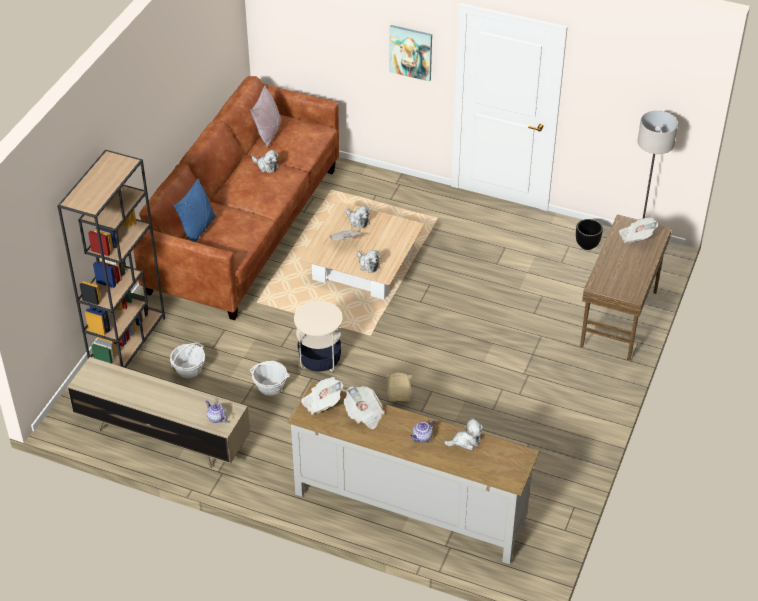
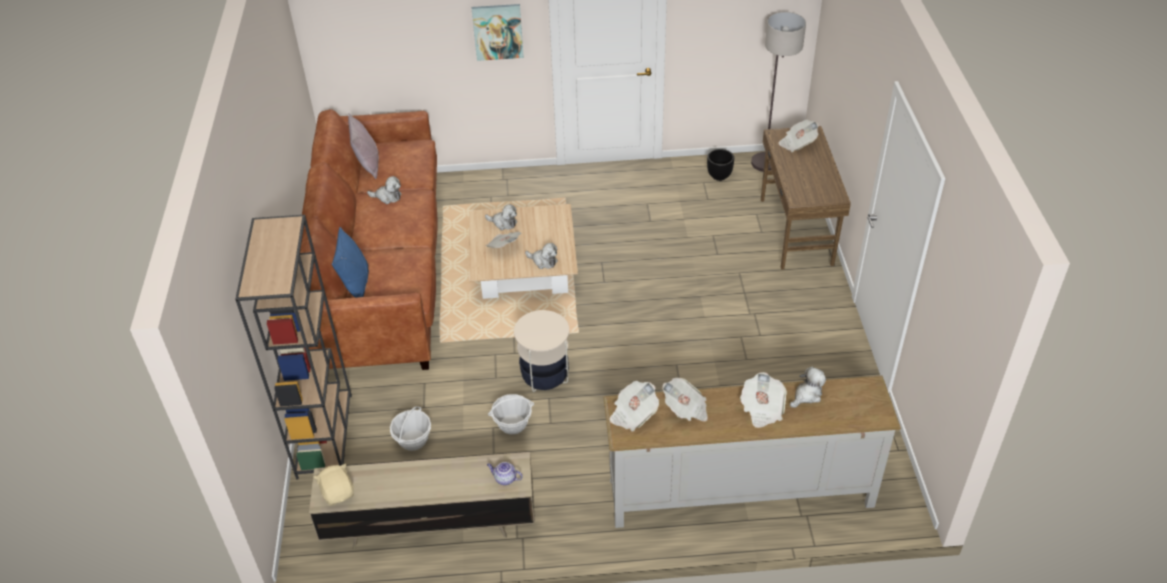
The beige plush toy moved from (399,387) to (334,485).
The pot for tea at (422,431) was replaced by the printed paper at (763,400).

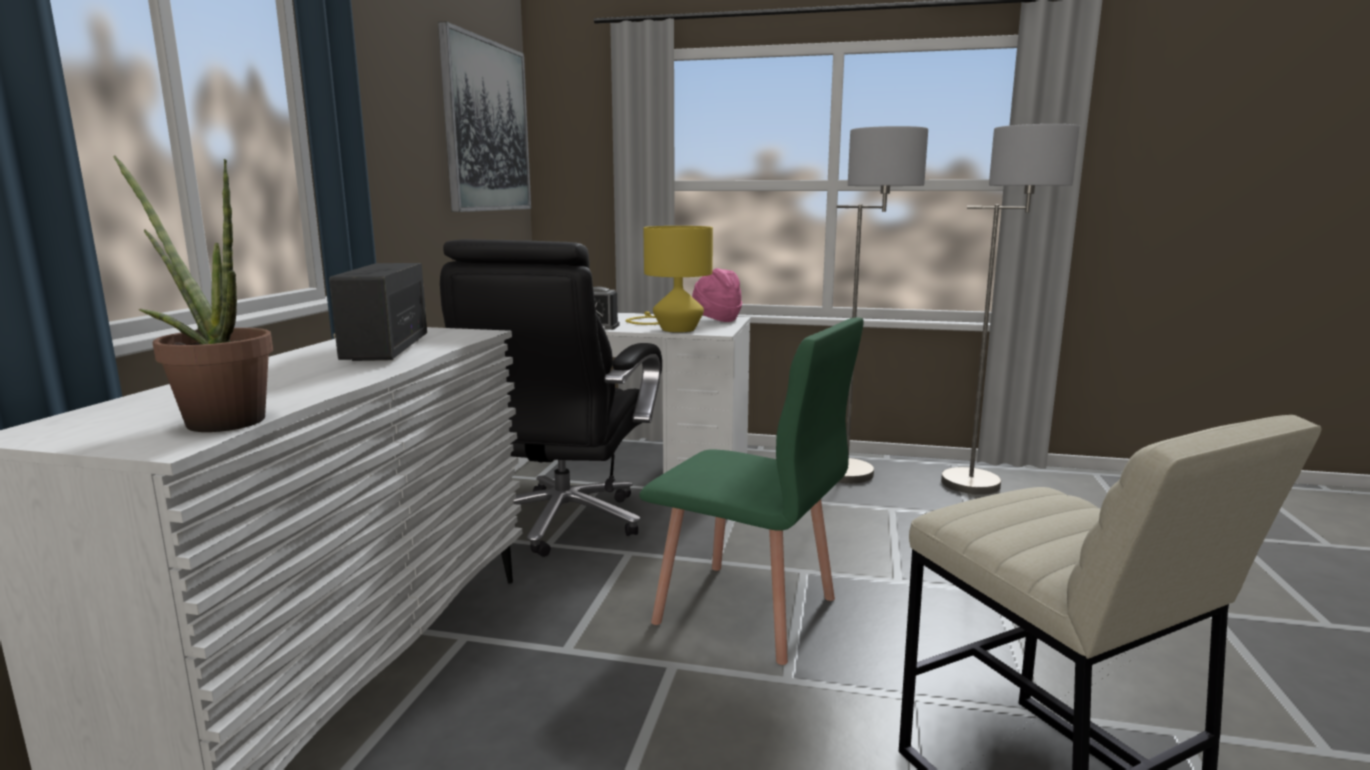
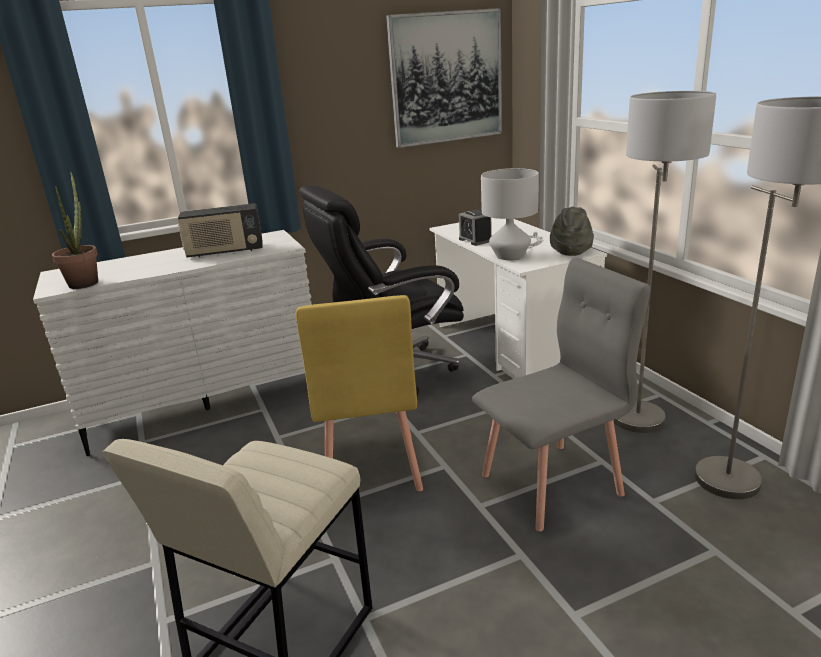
The yellow-coloured table lamp at (669,279) became the grey table lamp at (512,214).
The radio at (378,312) turned 150 degrees counterclockwise.
The pinkish wearable hat at (717,295) became the grey wearable hat at (572,231).
The green-coloured upright chair at (751,491) became the yellow-coloured upright chair at (359,393).
The grey upright chair at (561,395) appeared.

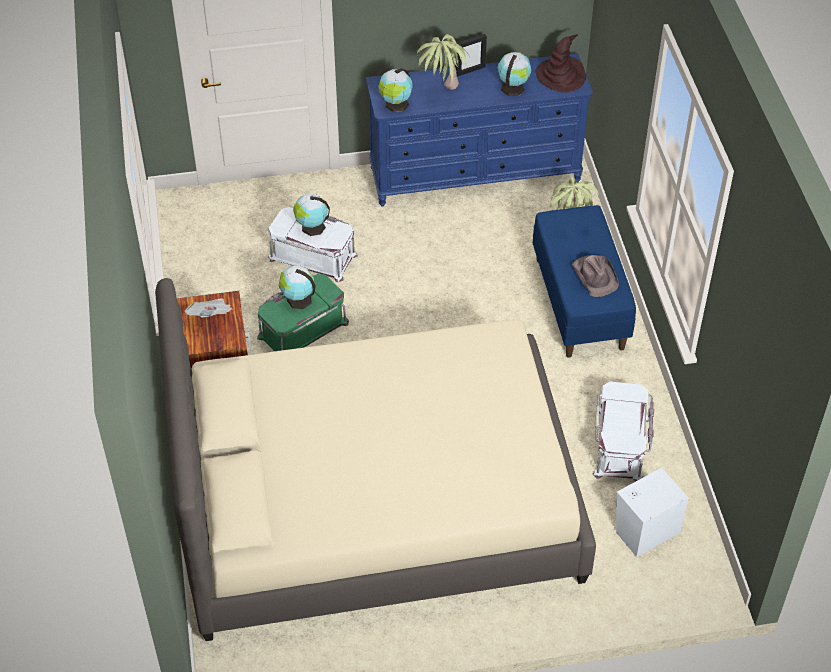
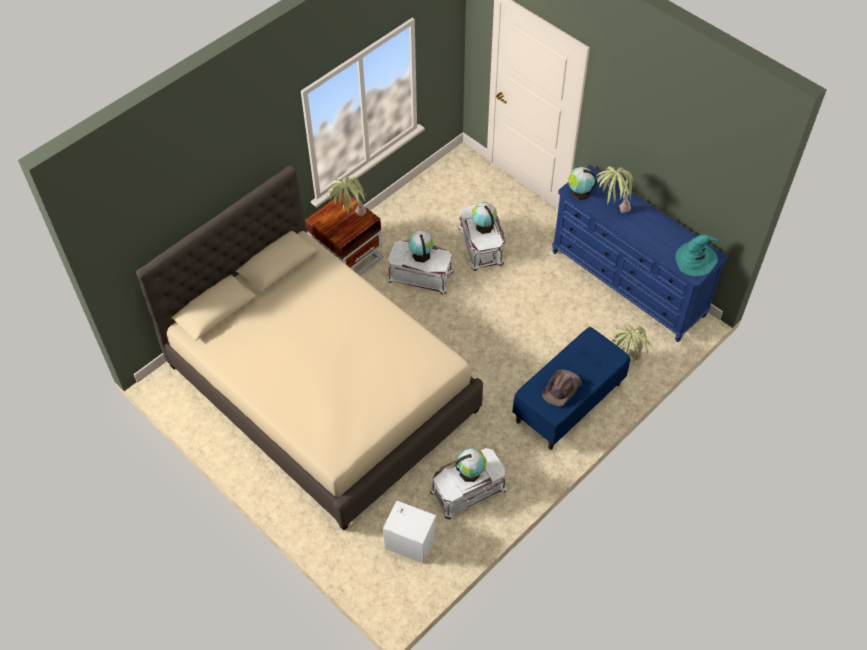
The photo frame at (471,55) disappeared.
The brown wearable hat at (560,63) became the turquoise-coloured wearable hat at (697,255).
The desk globe moved from (515,74) to (471,465).
The green-coloured storage box at (303,312) became the white-coloured storage box at (420,267).
The printed paper at (208,308) was replaced by the potted plant at (347,196).

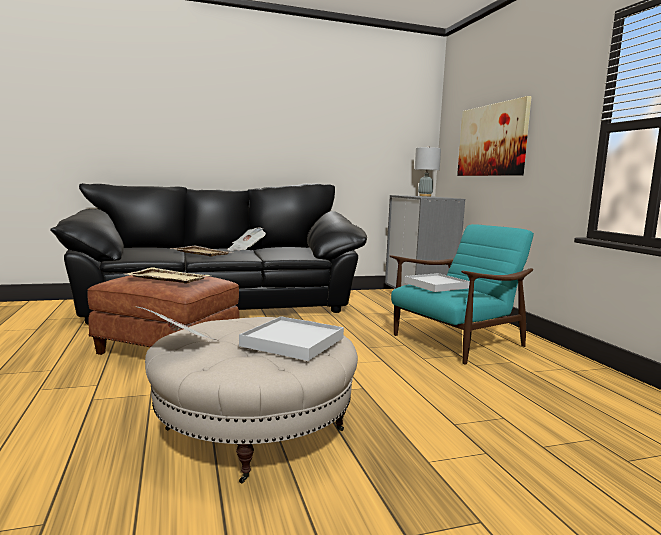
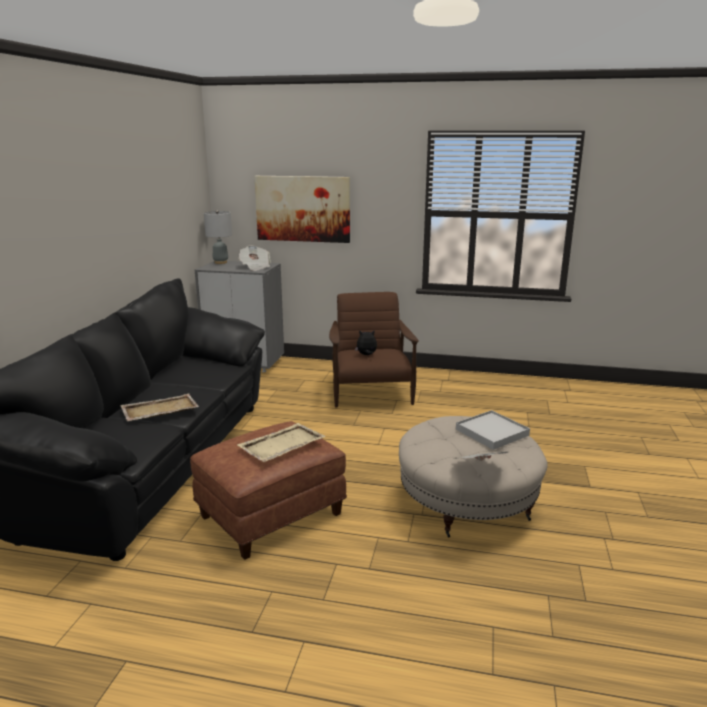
The turquoise-coloured easy chair at (461,294) became the brown easy chair at (374,349).
The printed paper moved from (247,239) to (255,258).
The white-coloured serving tray at (437,282) was replaced by the plush toy at (366,342).

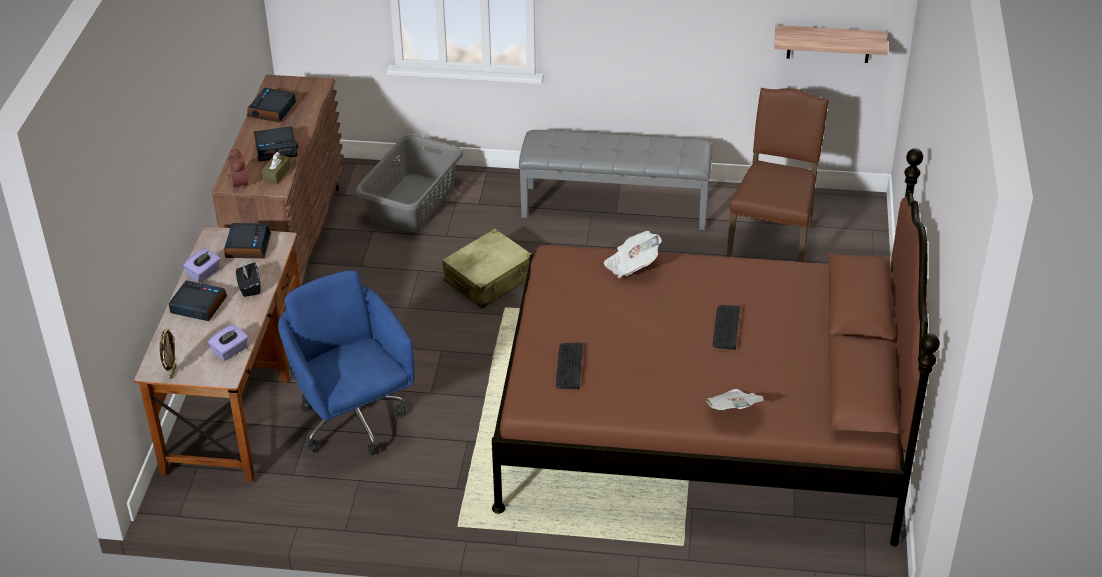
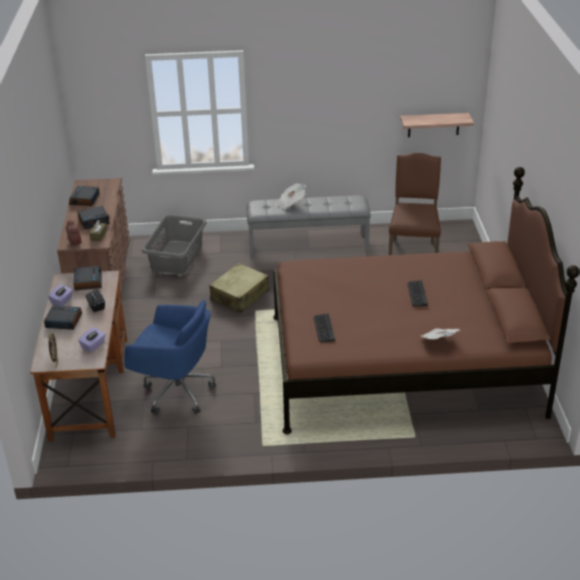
The printed paper moved from (633,254) to (290,196).
The blue computer chair at (346,363) turned 150 degrees clockwise.

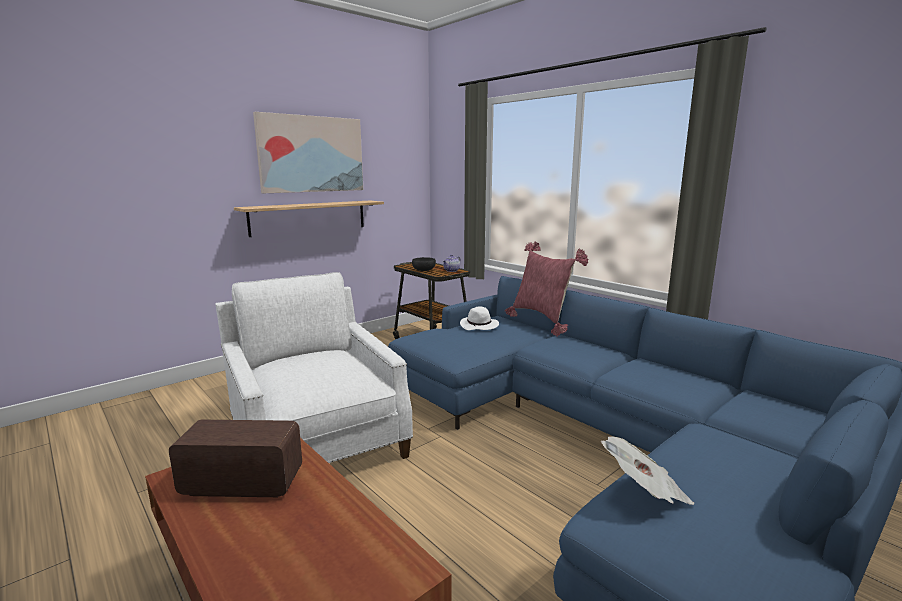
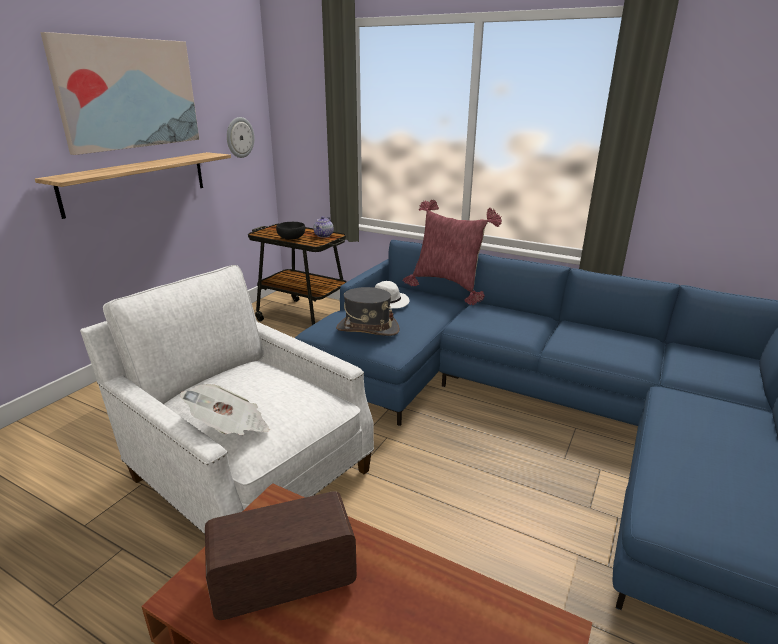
The printed paper moved from (647,470) to (225,409).
The hanging clock at (240,137) appeared.
The grey wearable hat at (368,311) appeared.

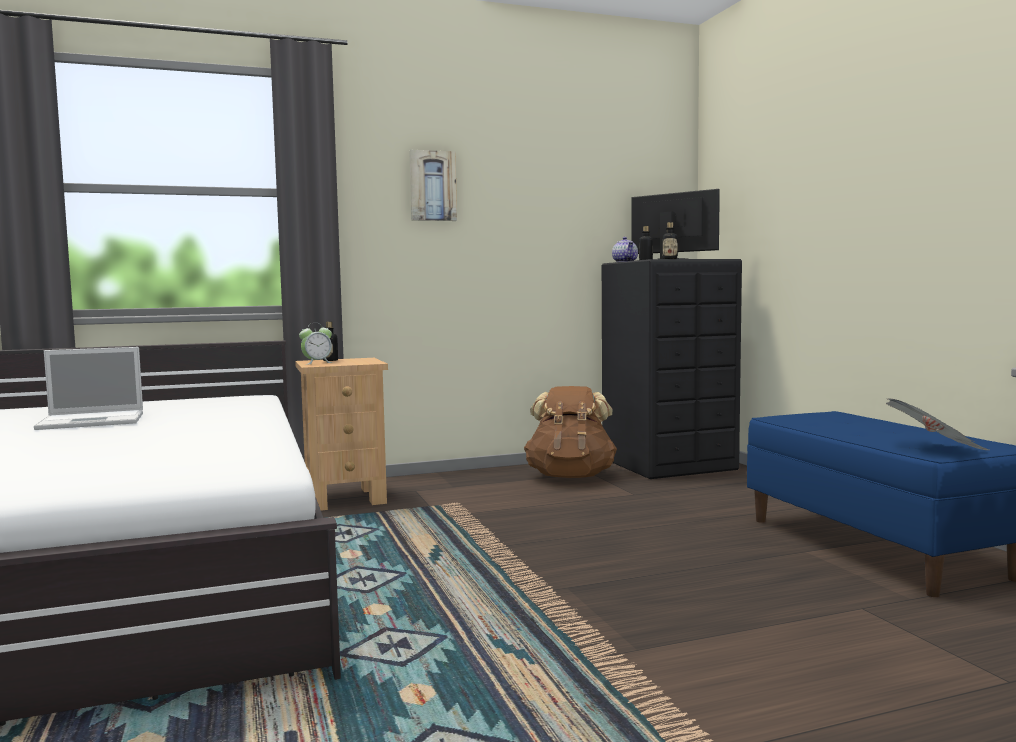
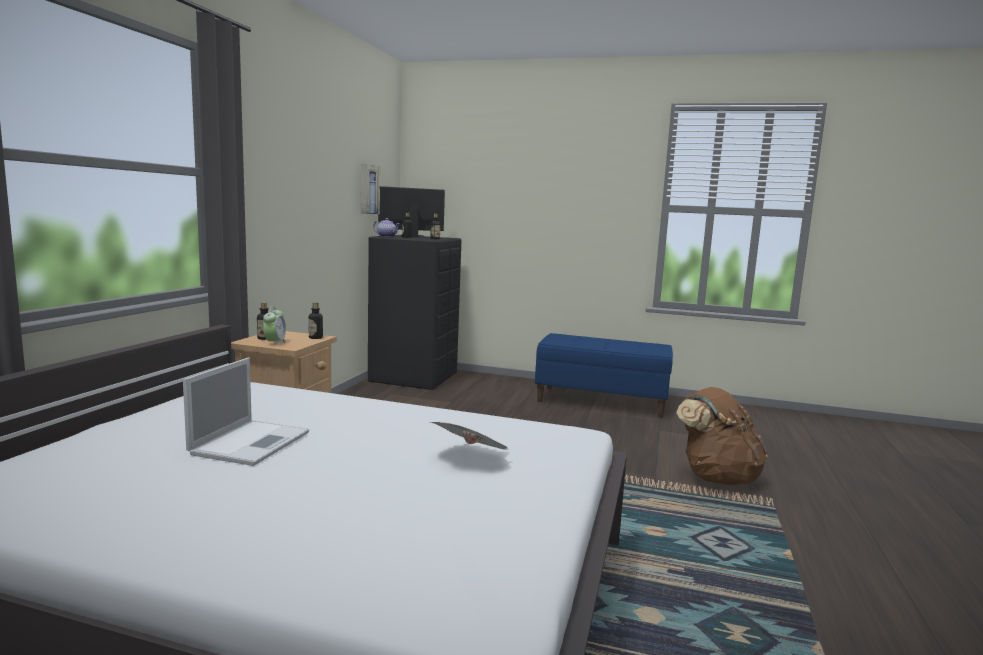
The picture moved from (433,185) to (370,189).
The brown rucksack moved from (570,432) to (722,436).
The printed paper moved from (937,424) to (469,436).
The drink bottle at (315,320) appeared.

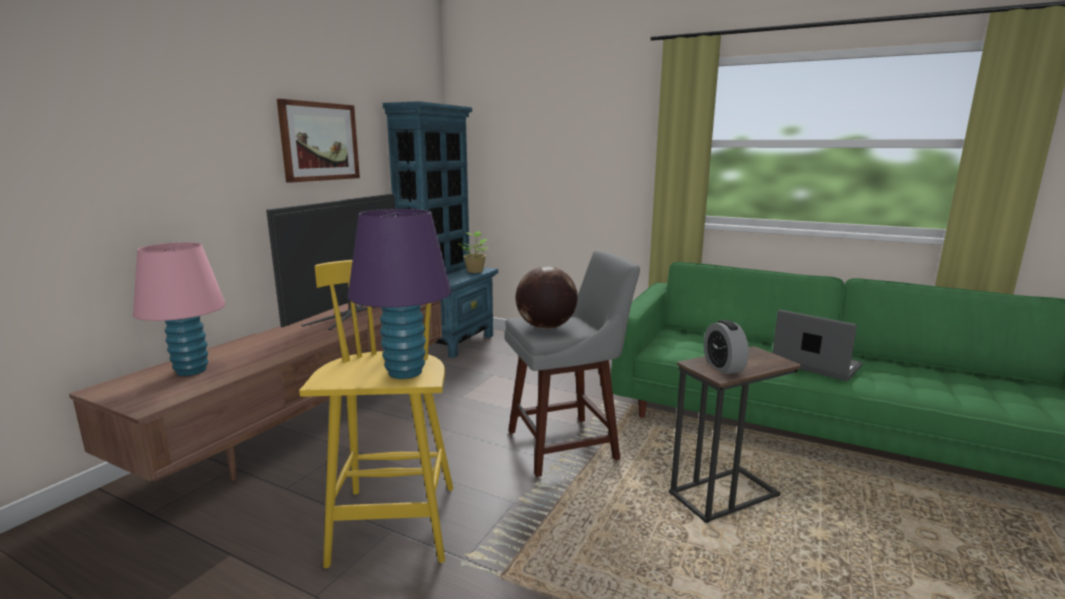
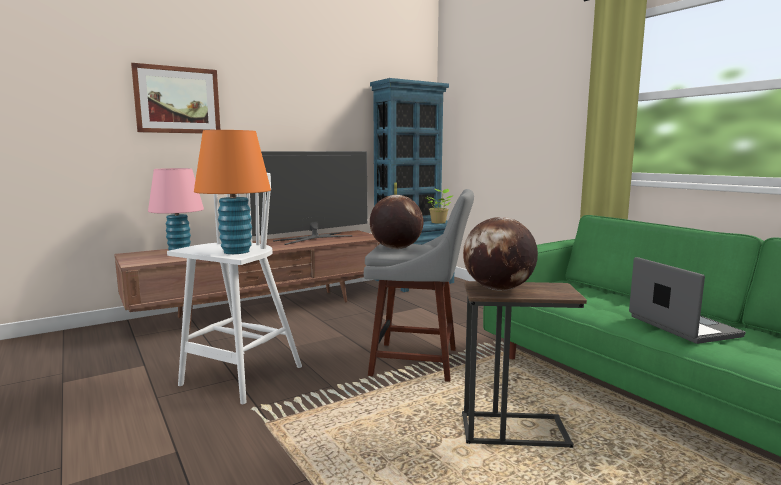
The picture moved from (318,141) to (175,98).
The purple table lamp at (399,294) became the orange table lamp at (232,192).
The yellow-coloured stool seat at (376,414) became the white-coloured stool seat at (234,288).
The table clock at (726,347) was replaced by the desk globe at (500,254).

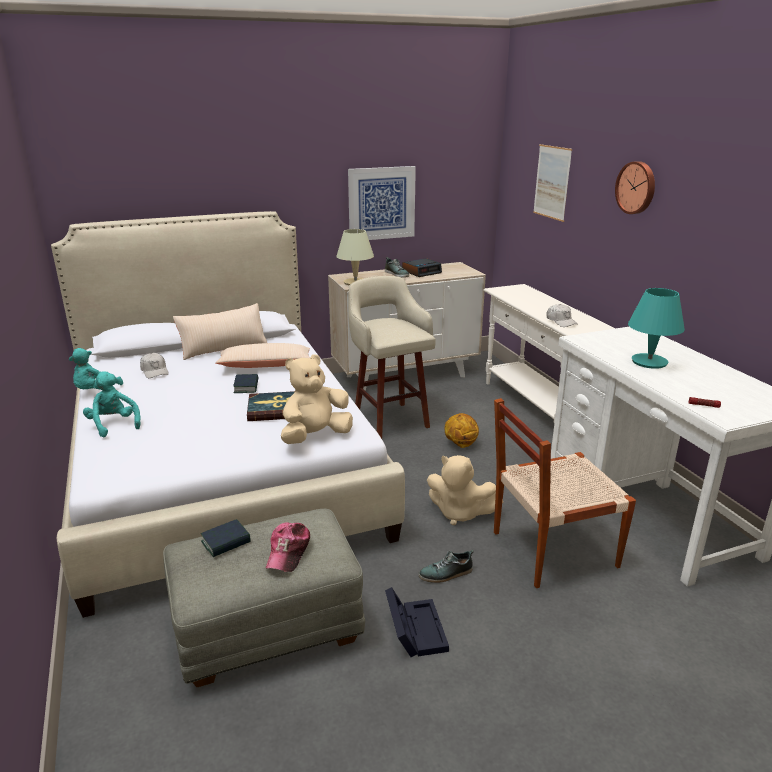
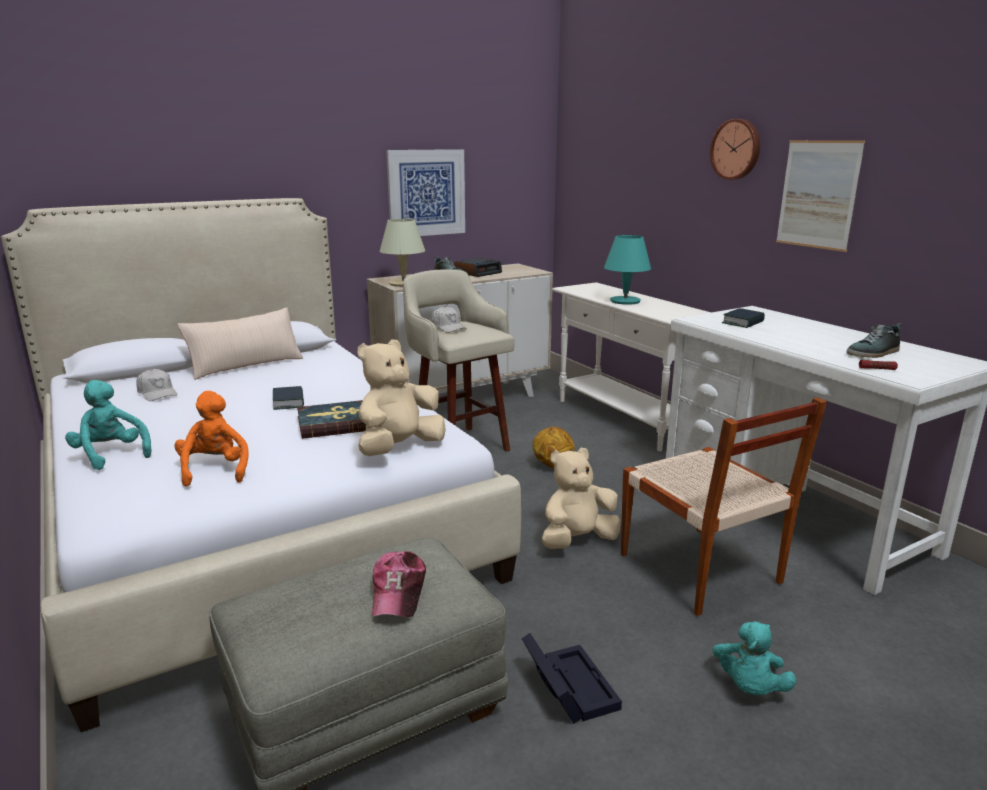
The picture moved from (552,183) to (820,196).
The turquoise-coloured table lamp moved from (656,328) to (627,270).
The white-coloured peaked cap moved from (562,315) to (448,319).
The beige throw pillow at (262,355) disappeared.
The turquoise-coloured plush toy moved from (96,368) to (754,658).
The upright chair at (565,493) turned 90 degrees counterclockwise.
The beige plush toy at (465,490) turned 135 degrees clockwise.
The book moved from (226,538) to (743,318).
The shoe moved from (446,566) to (874,340).
The orange plush toy at (211,439) appeared.

